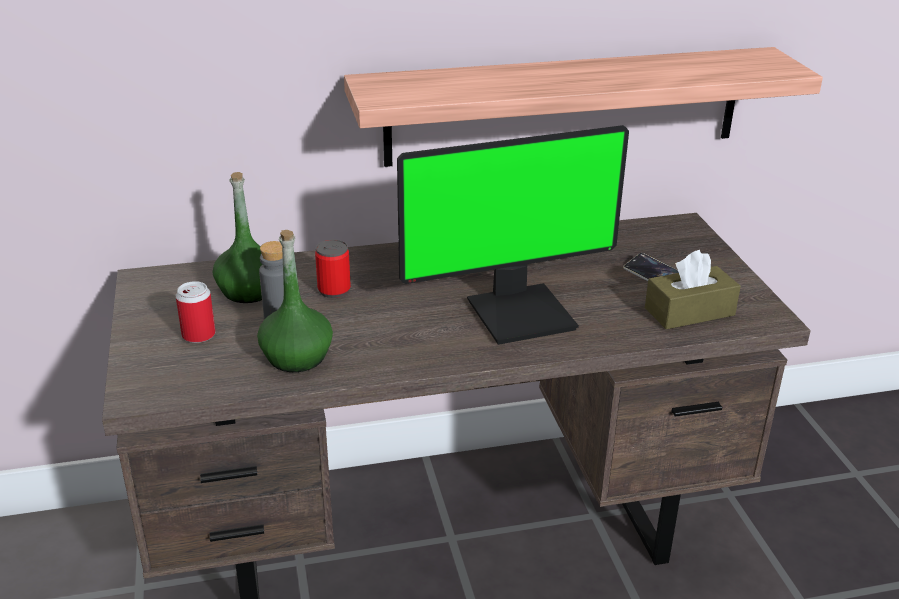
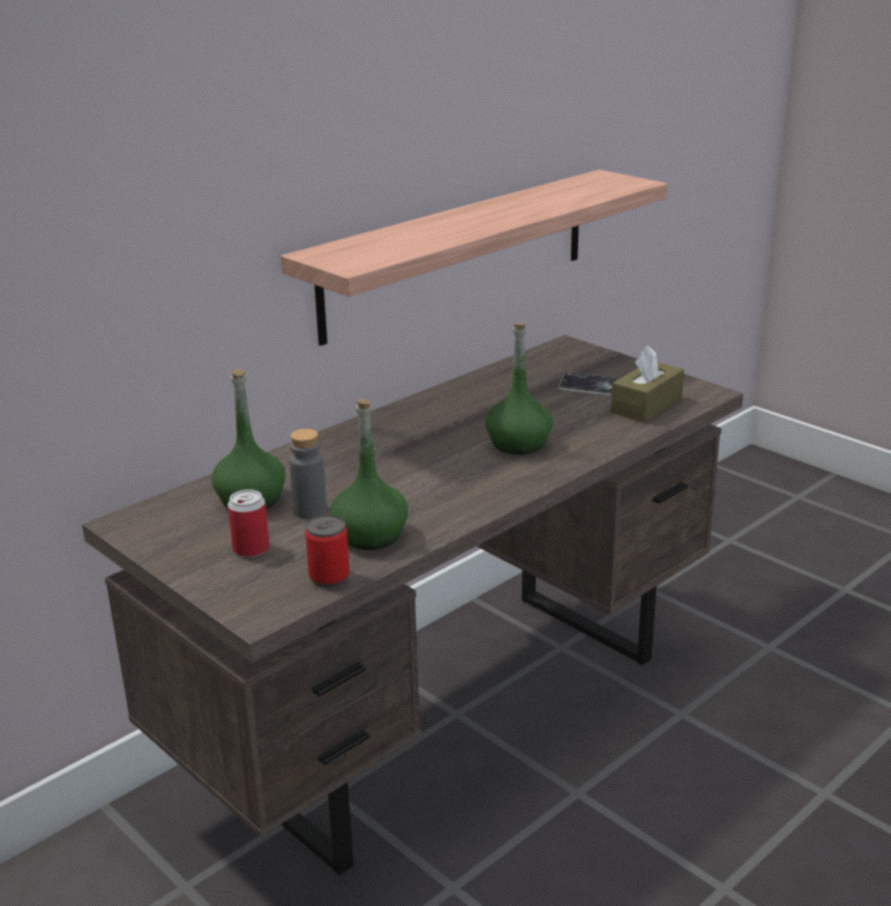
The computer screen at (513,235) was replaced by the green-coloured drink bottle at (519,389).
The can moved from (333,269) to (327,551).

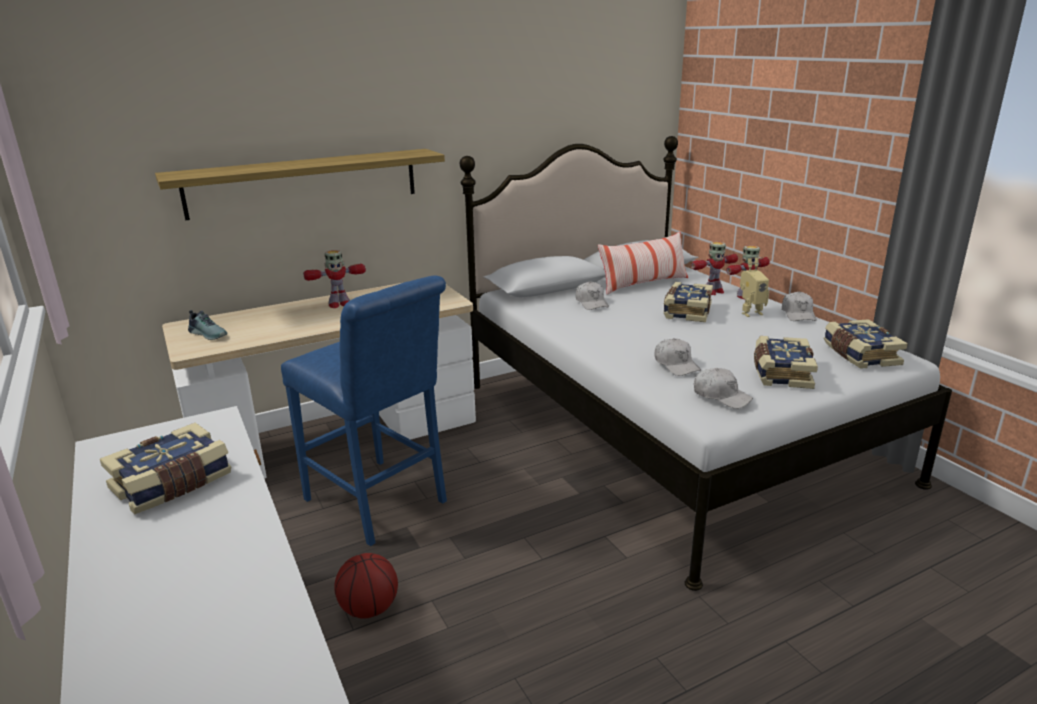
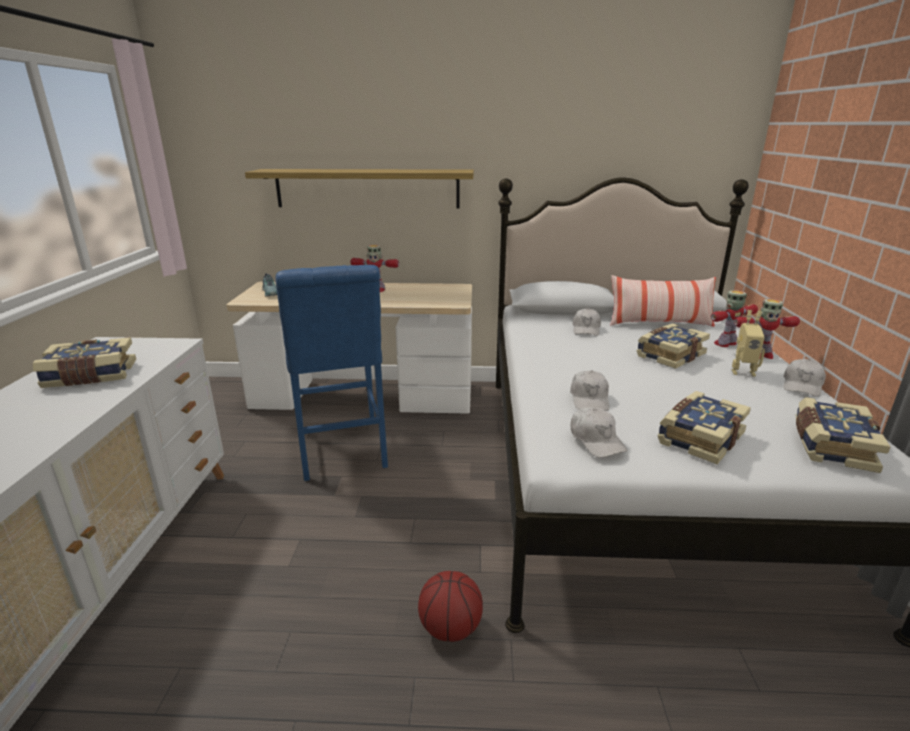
The toy robot at (714,268) turned 150 degrees clockwise.
The ball for basketball moved from (366,586) to (450,606).

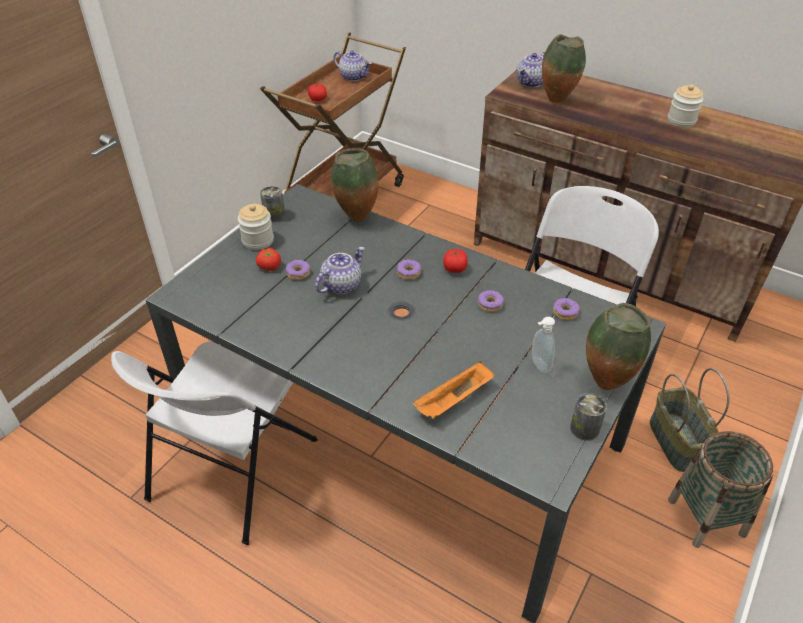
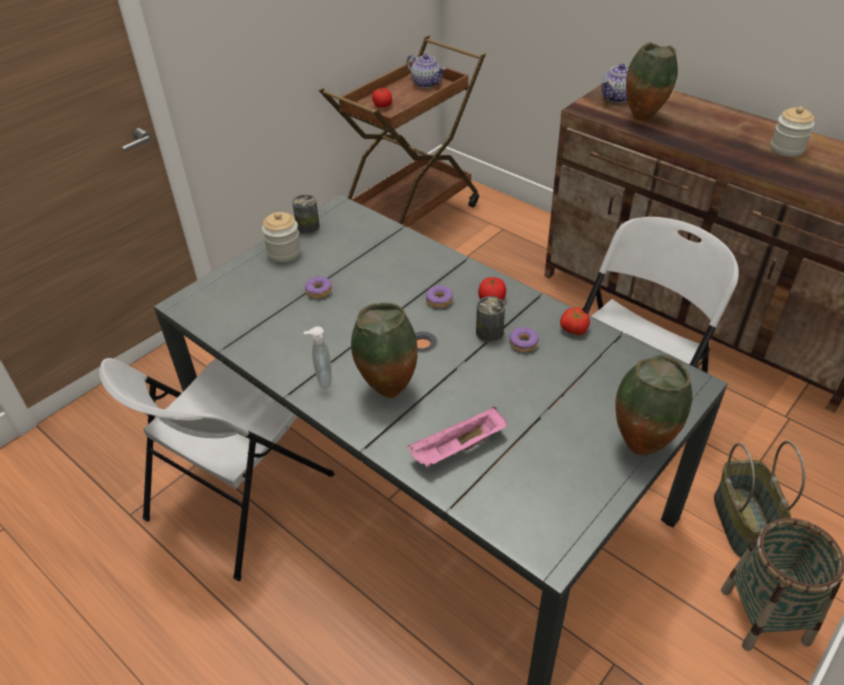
The decorative vase moved from (354,185) to (384,350).
The pot for tea at (340,270) disappeared.
The fresh tomato moved from (268,259) to (575,321).
The doughnut at (566,309) disappeared.
The soap bottle moved from (543,345) to (318,357).
The orange serving tray at (453,390) became the pinkish serving tray at (457,437).
The can moved from (588,417) to (490,319).

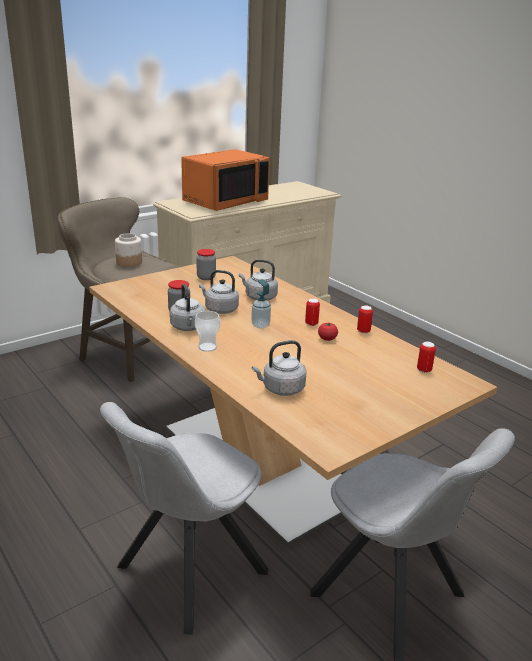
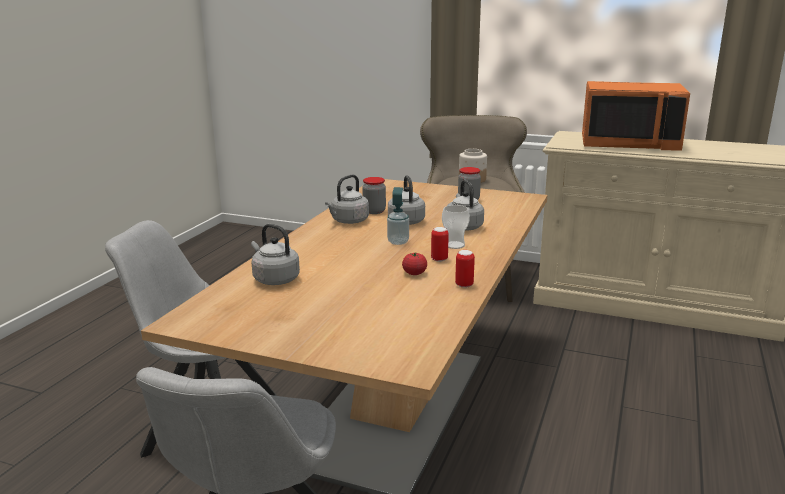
The small cup moved from (207,331) to (456,227).
The can at (426,357) disappeared.

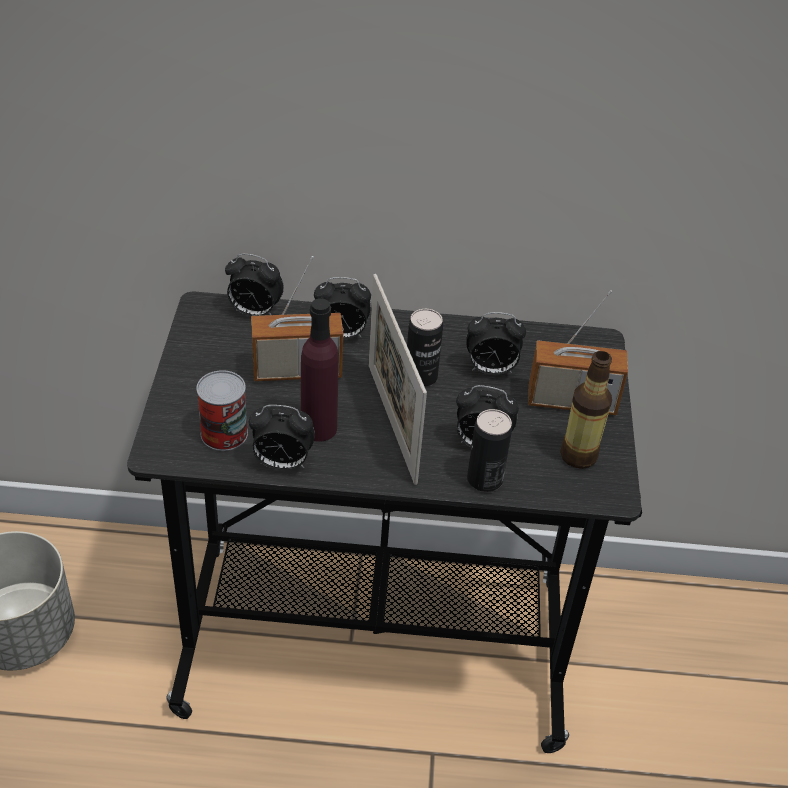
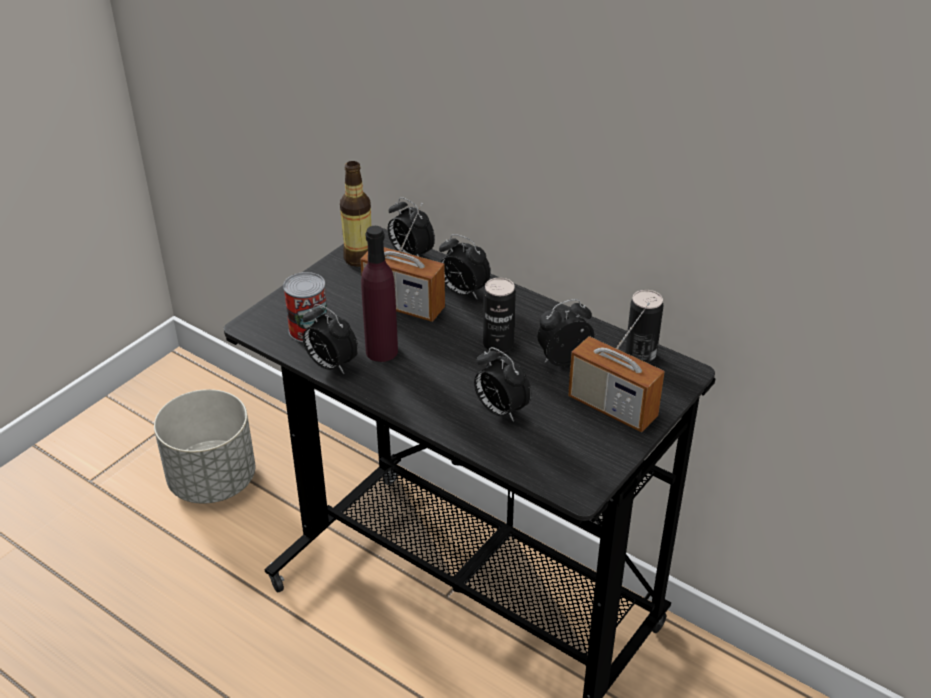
The photo frame at (398,379) disappeared.
The table clock at (496,343) turned 120 degrees clockwise.
The drink bottle moved from (586,410) to (355,214).
The can moved from (489,450) to (644,327).

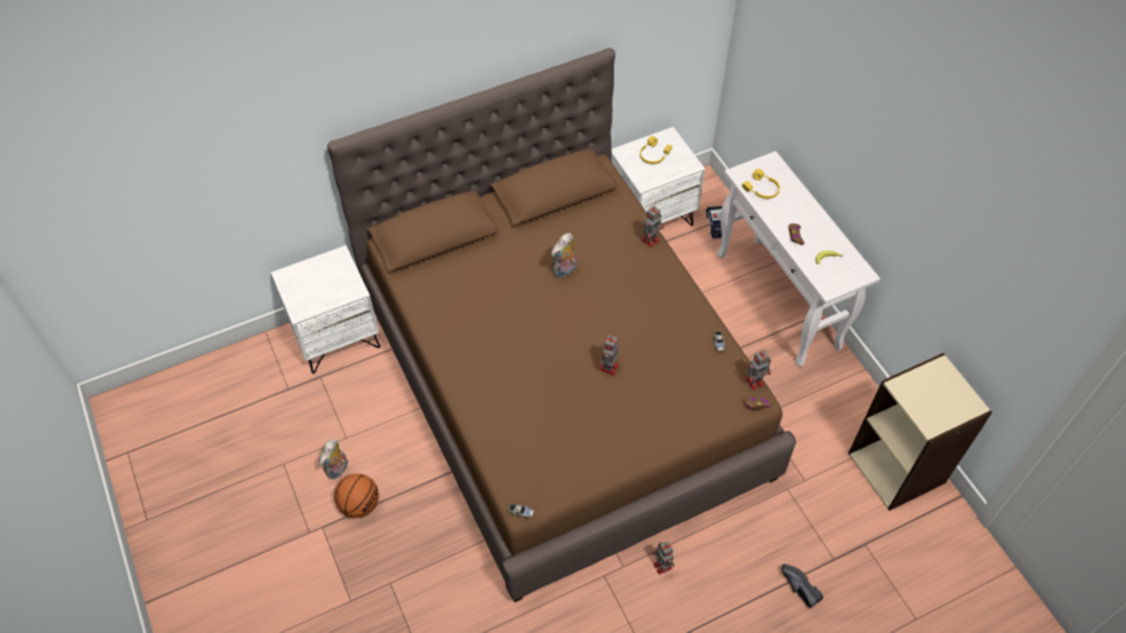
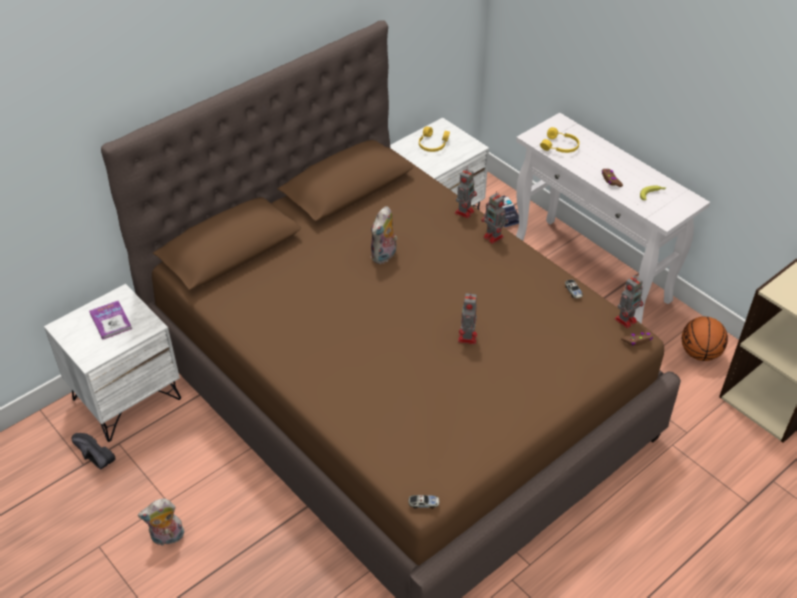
The plush toy at (333,459) turned 60 degrees clockwise.
The ball for basketball moved from (356,496) to (705,339).
The toy robot moved from (663,558) to (495,217).
The black shoe moved from (802,586) to (93,451).
The book at (110,320) appeared.

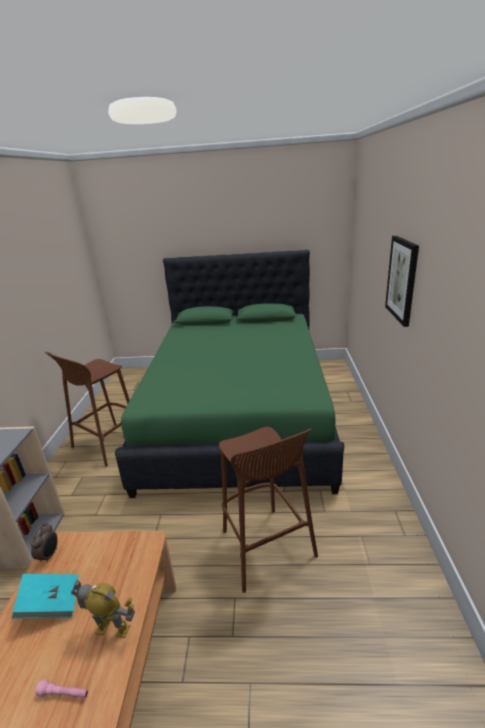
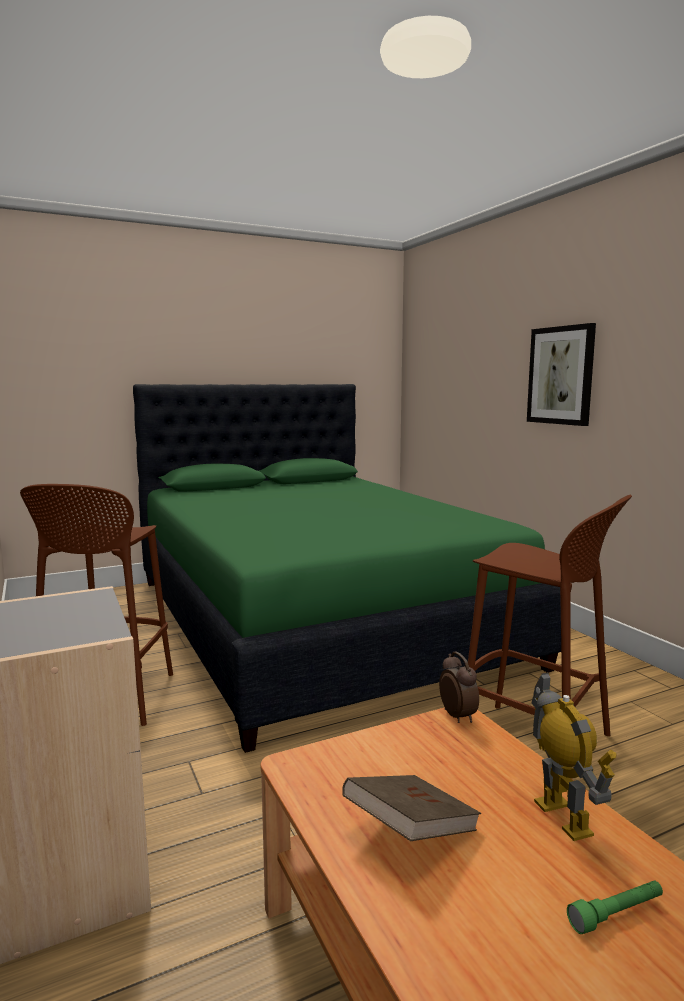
The table clock moved from (44,543) to (459,687).
The turquoise-coloured book at (44,596) became the brown book at (411,808).
The toy robot at (103,608) turned 90 degrees clockwise.
The pinkish torch at (61,689) became the green-coloured torch at (615,907).

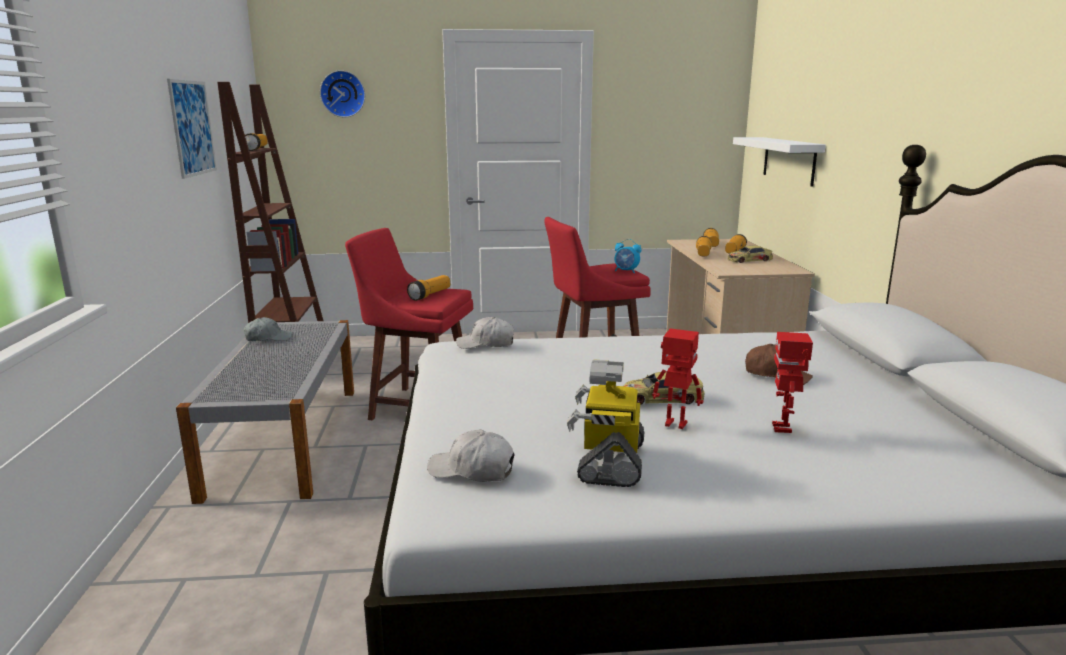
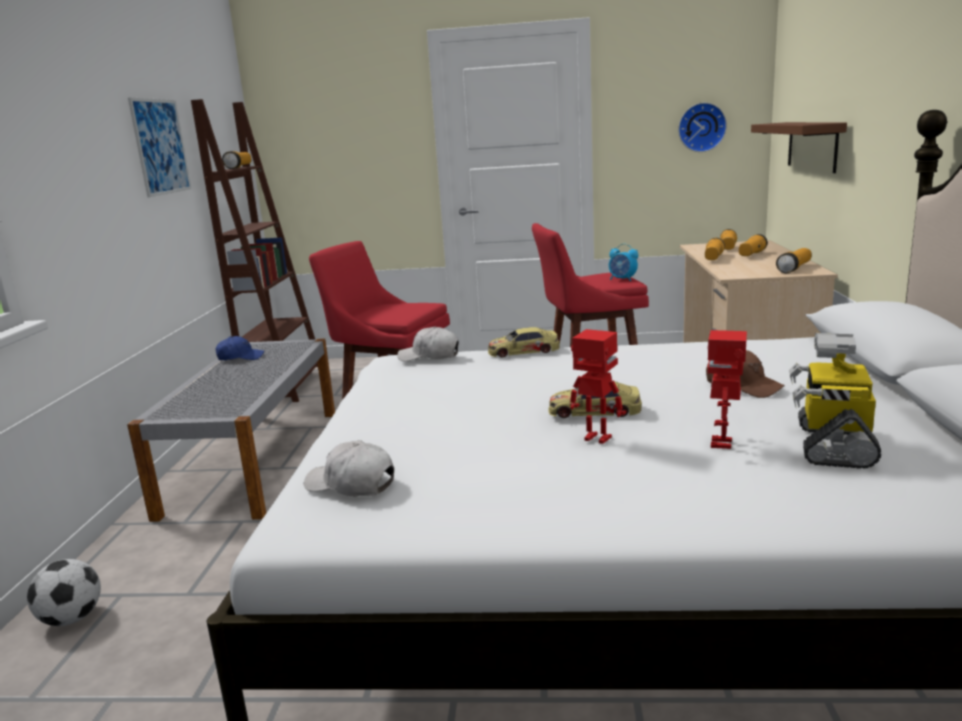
The hanging clock moved from (342,94) to (702,127).
The white-coloured shelf at (779,162) became the brown shelf at (799,147).
The toy car moved from (750,254) to (524,342).
The torch moved from (428,288) to (794,260).
The grey peaked cap at (268,329) became the blue peaked cap at (240,348).
The toy robot moved from (605,423) to (835,401).
The football ball at (64,592) appeared.

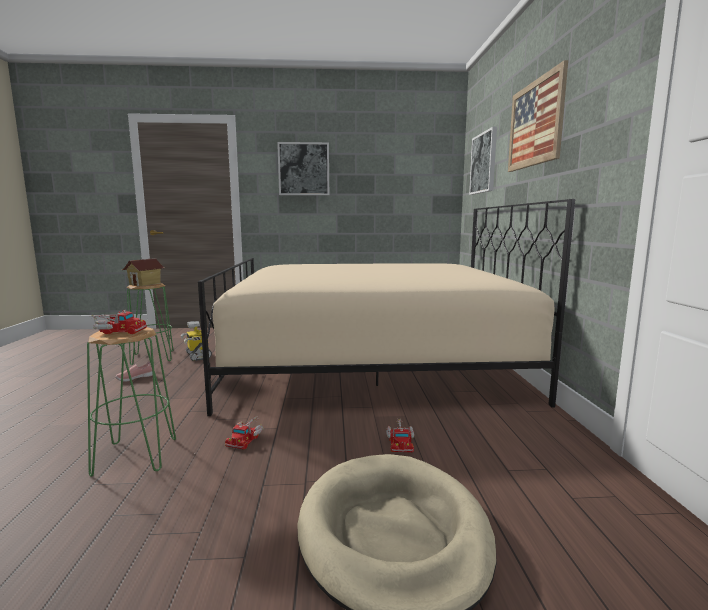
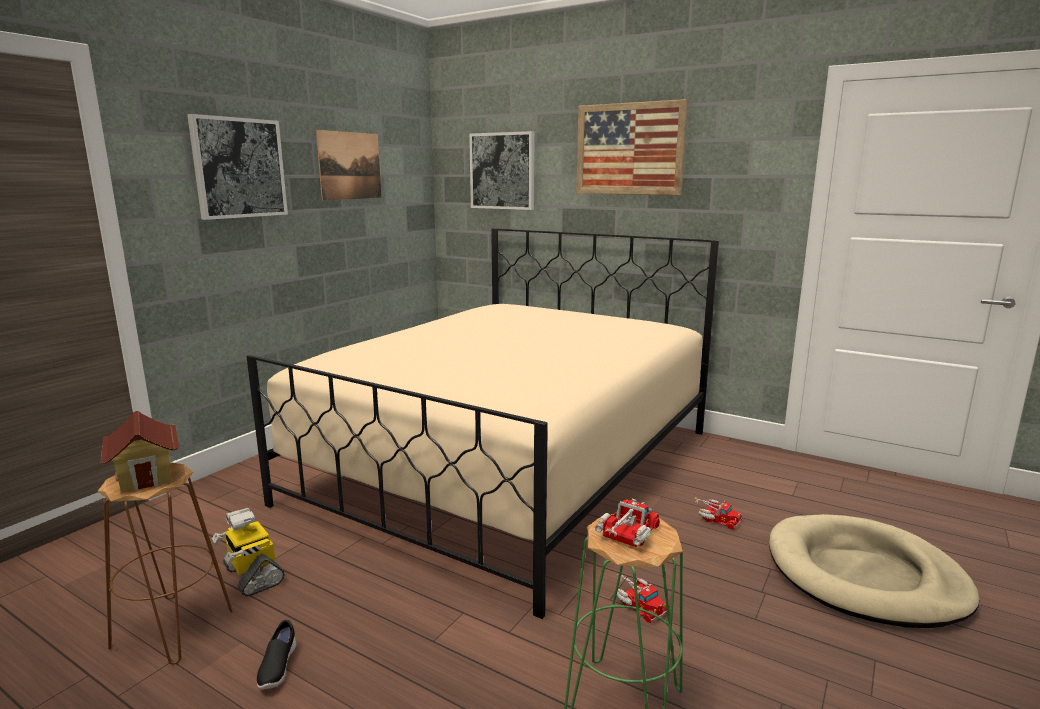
The green-coloured stool seat at (149,324) became the brown stool seat at (165,563).
The toy robot at (196,341) turned 45 degrees clockwise.
The pinkish shoe at (134,372) became the black shoe at (276,655).
The picture at (348,165) appeared.

